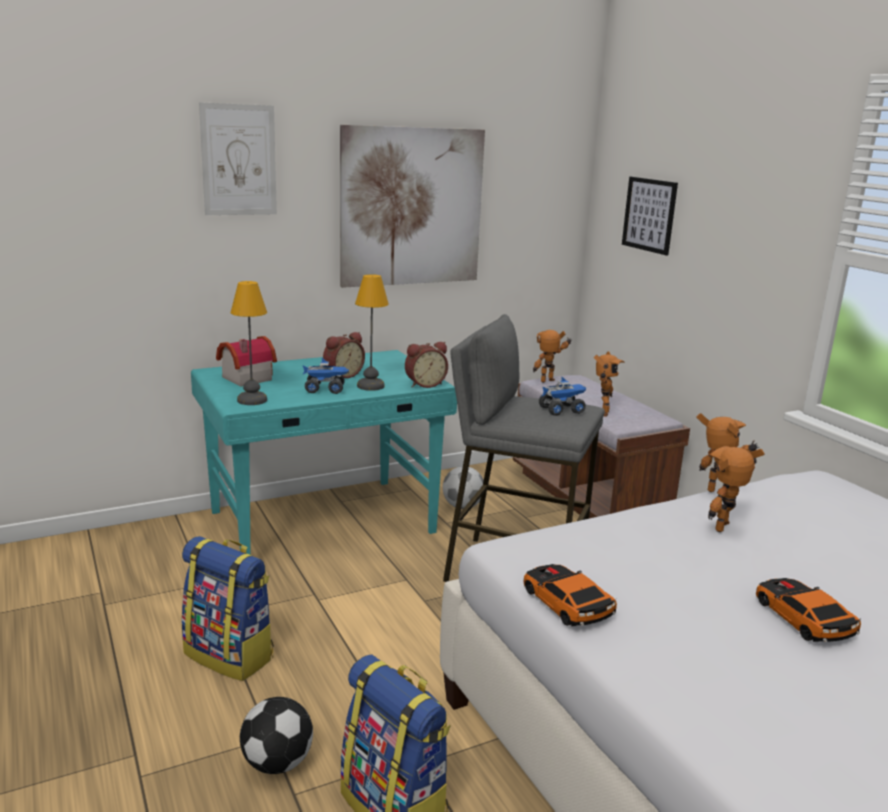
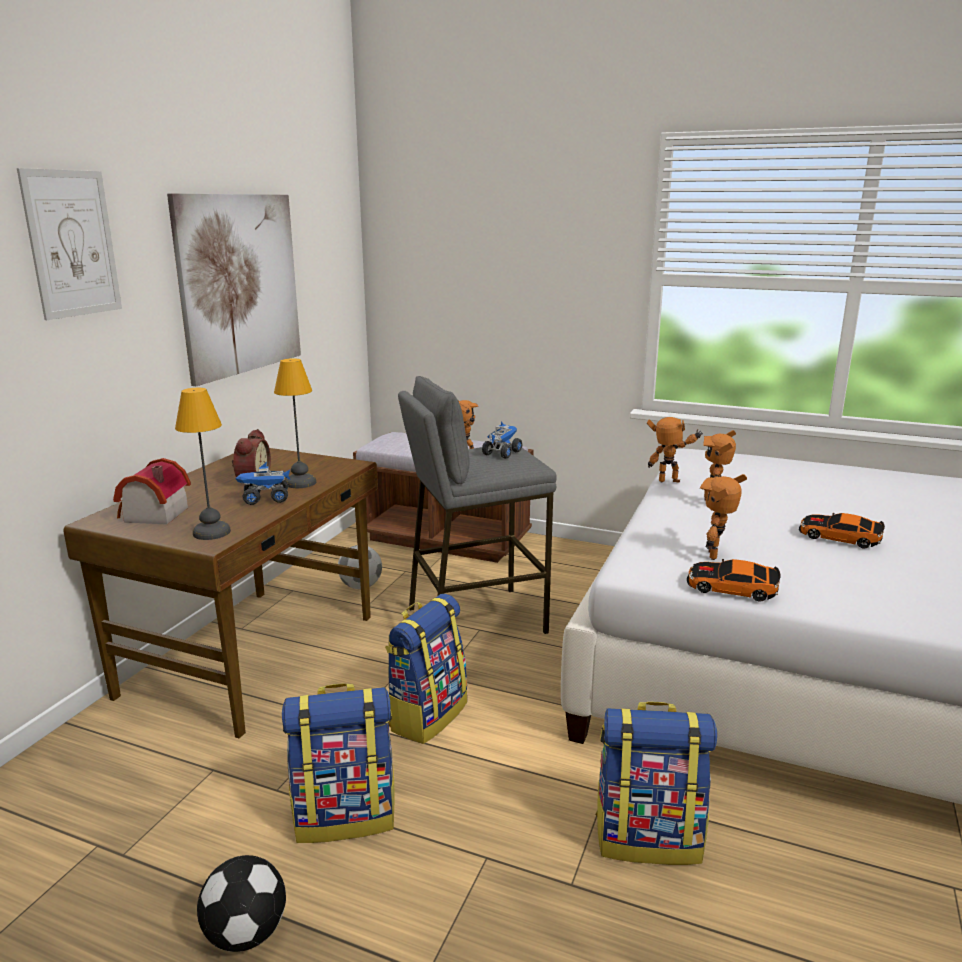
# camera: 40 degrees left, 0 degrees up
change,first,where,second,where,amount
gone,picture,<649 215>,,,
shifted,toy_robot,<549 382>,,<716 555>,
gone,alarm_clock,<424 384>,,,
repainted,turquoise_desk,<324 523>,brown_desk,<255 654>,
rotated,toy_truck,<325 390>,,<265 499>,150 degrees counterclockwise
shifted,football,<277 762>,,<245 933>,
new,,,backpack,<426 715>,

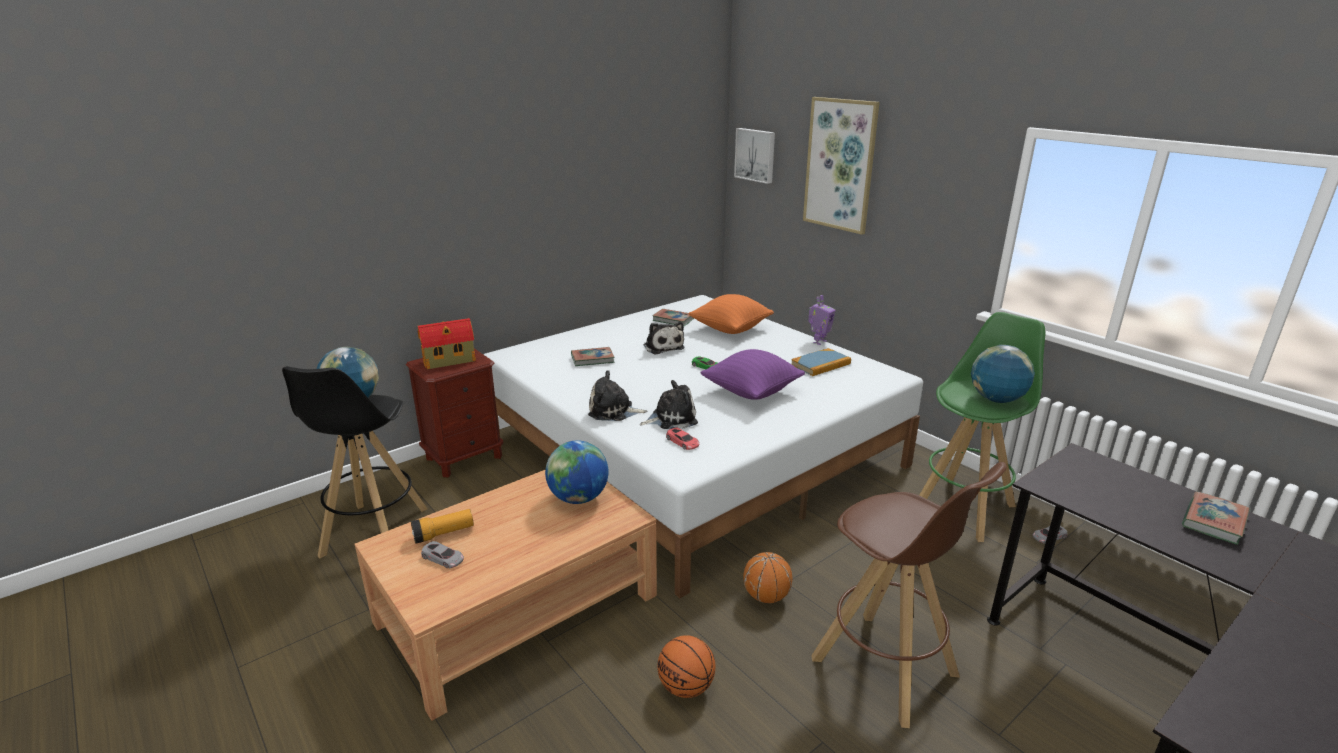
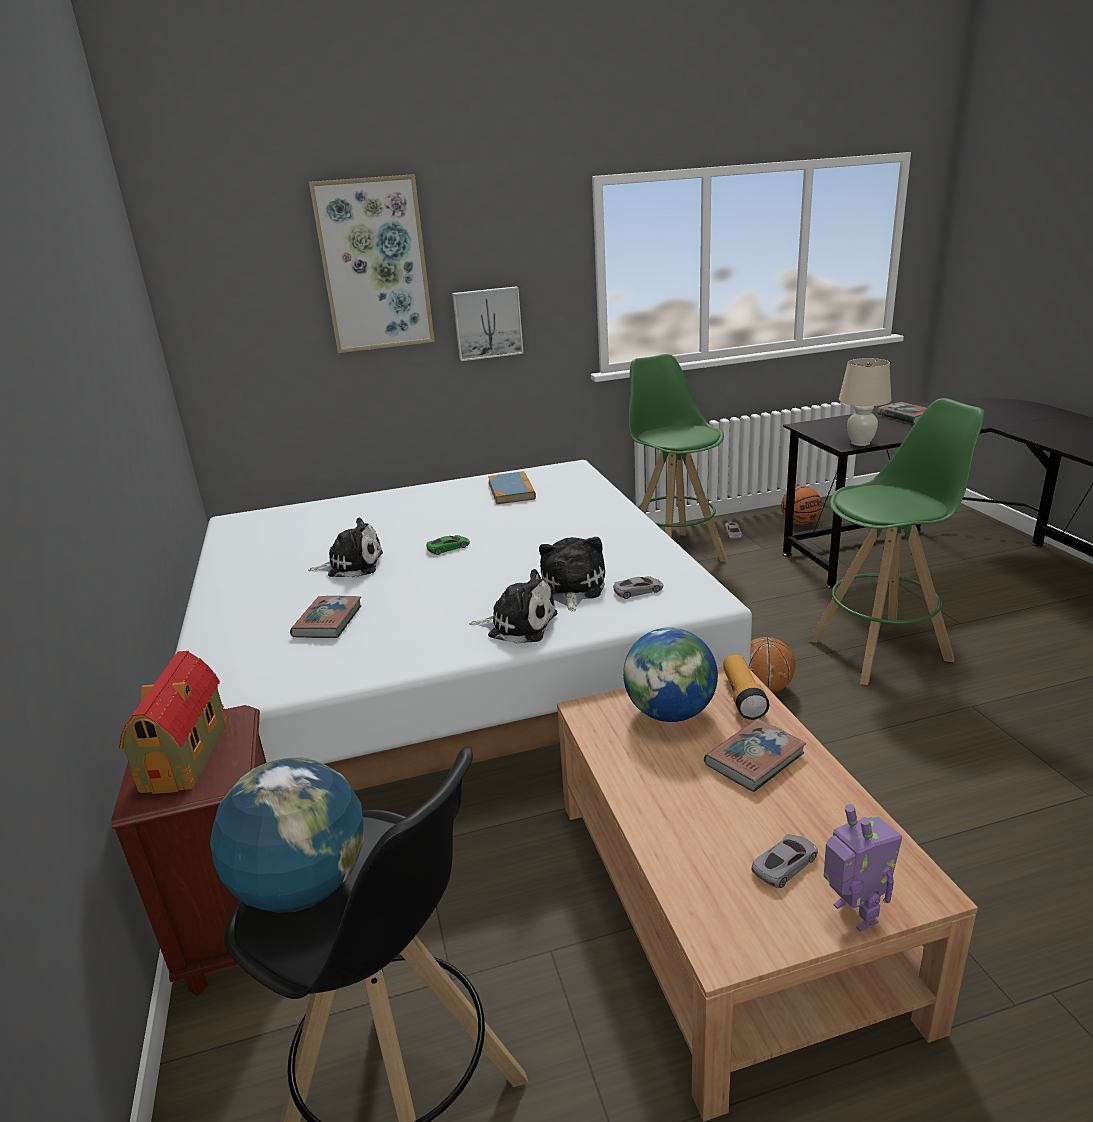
# camera: 65 degrees left, 0 degrees up
change,first,where,second,where,amount
shifted,picture,<756 155>,,<487 323>,
gone,orange_pillow,<730 329>,,,
shifted,toy_robot,<818 342>,,<853 914>,
shifted,book,<673 320>,,<754 759>,
gone,globe,<996 399>,,,
gone,purple_pillow,<751 392>,,,
rotated,plush_toy,<613 411>,,<518 625>,105 degrees counterclockwise
repainted,red_toy_car,<682 442>,grey_toy_car,<638 590>,
repainted,brown_stool,<886 668>,green_stool,<881 649>,
shifted,flashlight,<443 534>,,<743 697>,
shifted,basketball,<686 687>,,<800 523>,
new,,,beige_table_lamp,<860 443>,

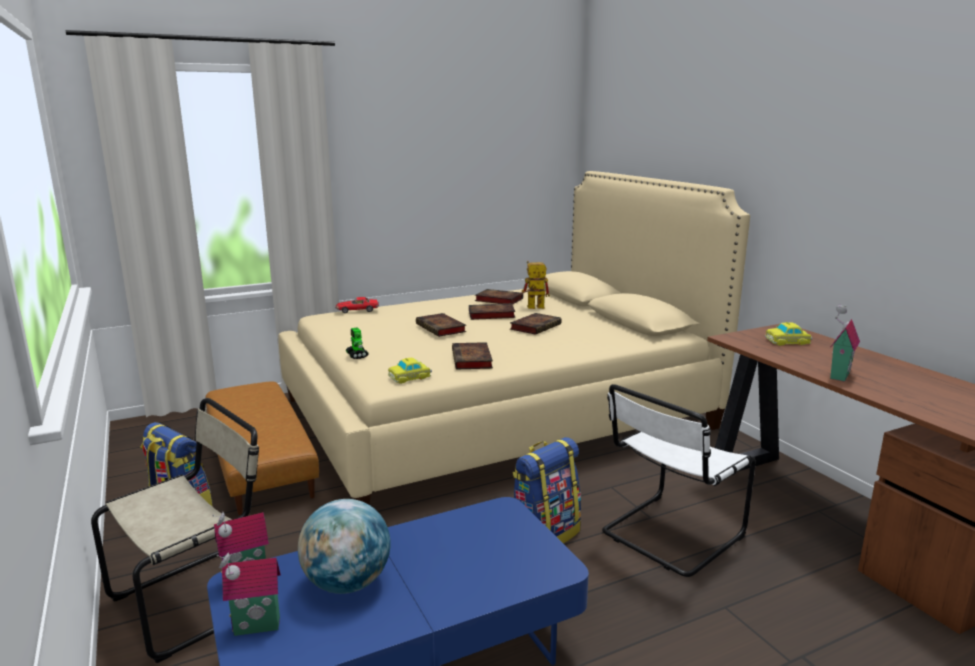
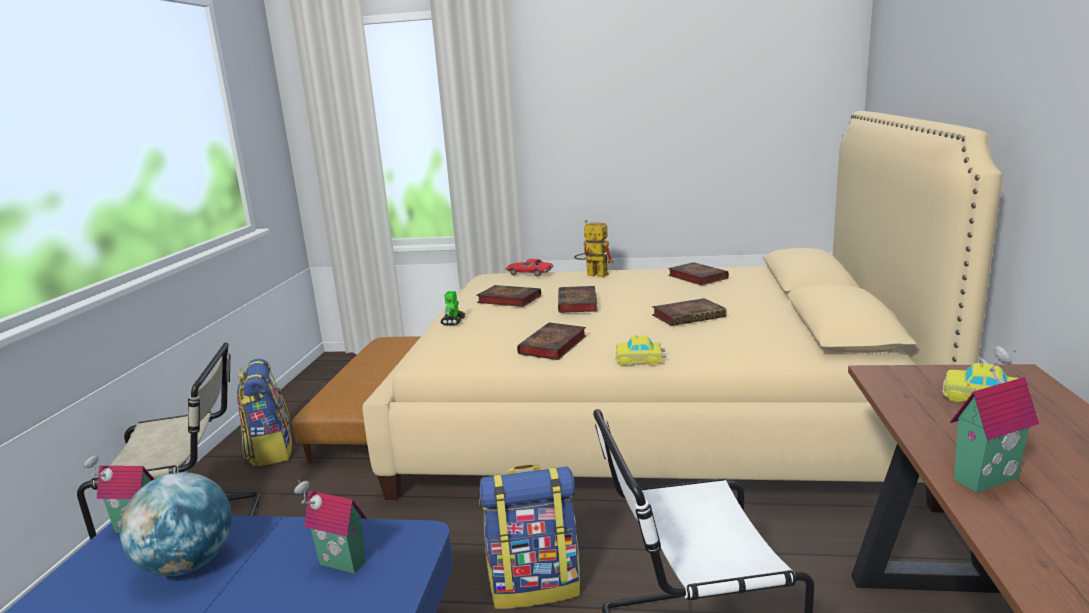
# camera: 35 degrees right, 0 degrees up
change,first,where,second,where,amount
shifted,toy_robot,<531 308>,,<592 275>,
shifted,book,<490 315>,,<507 300>,
shifted,toy_car,<410 377>,,<640 359>,
shifted,toy_house,<256 628>,,<340 565>,

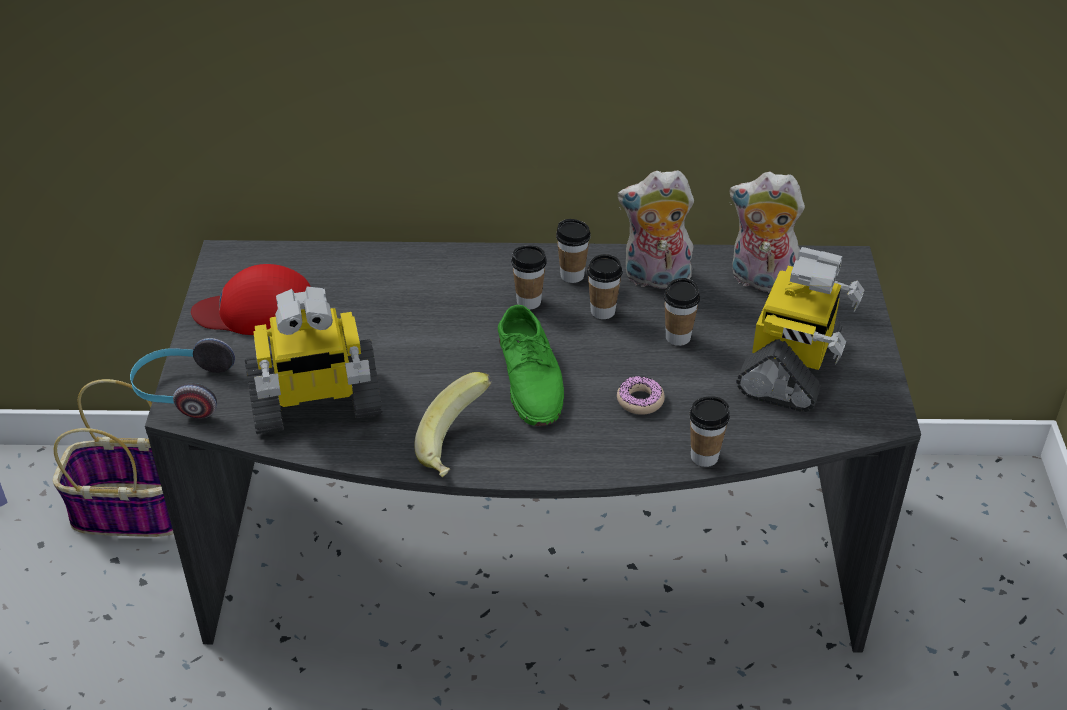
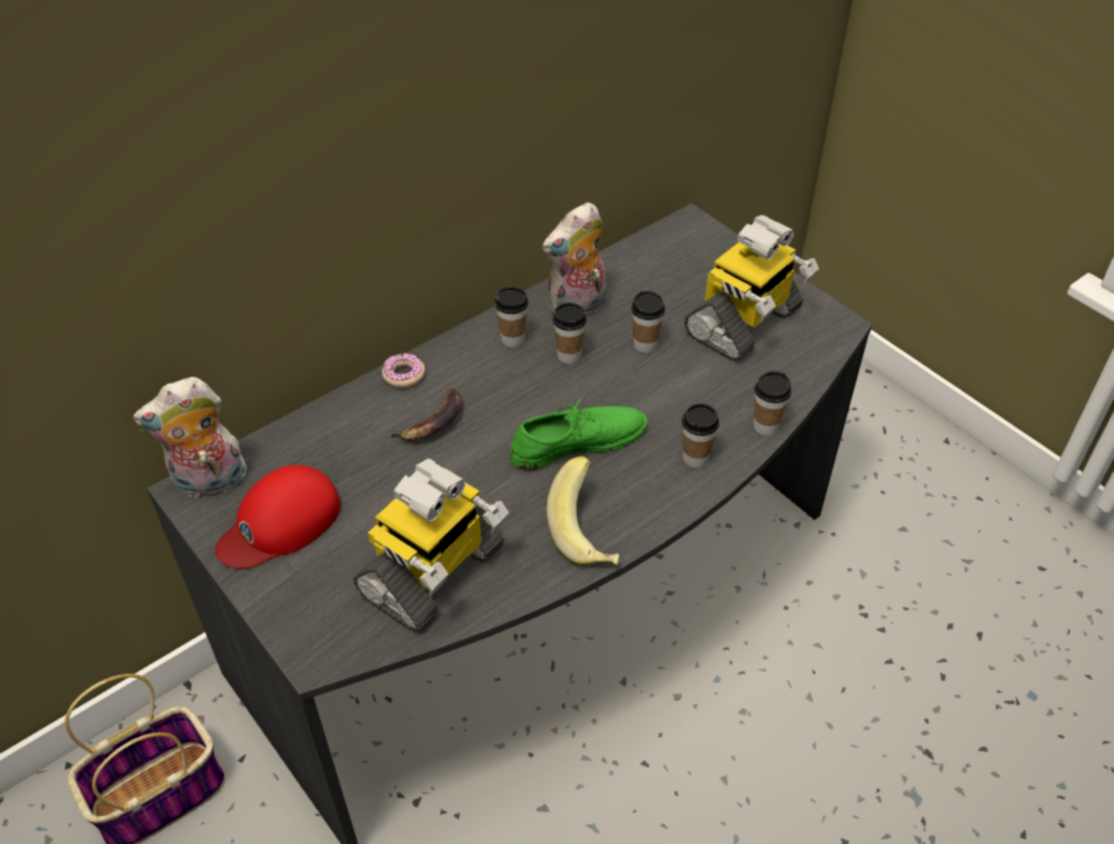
# camera: 40 degrees left, 5 degrees up
change,first,where,second,where,amount
shifted,plush_toy,<760 281>,,<209 483>,
shifted,cup,<529 301>,,<695 458>,
rotated,toy_robot,<791 367>,,<744 323>,60 degrees clockwise
rotated,green_shoe,<531 377>,,<578 441>,60 degrees counterclockwise
gone,headphones,<182 391>,,,
shifted,donut,<640 400>,,<404 375>,
new,,,banana,<432 422>,

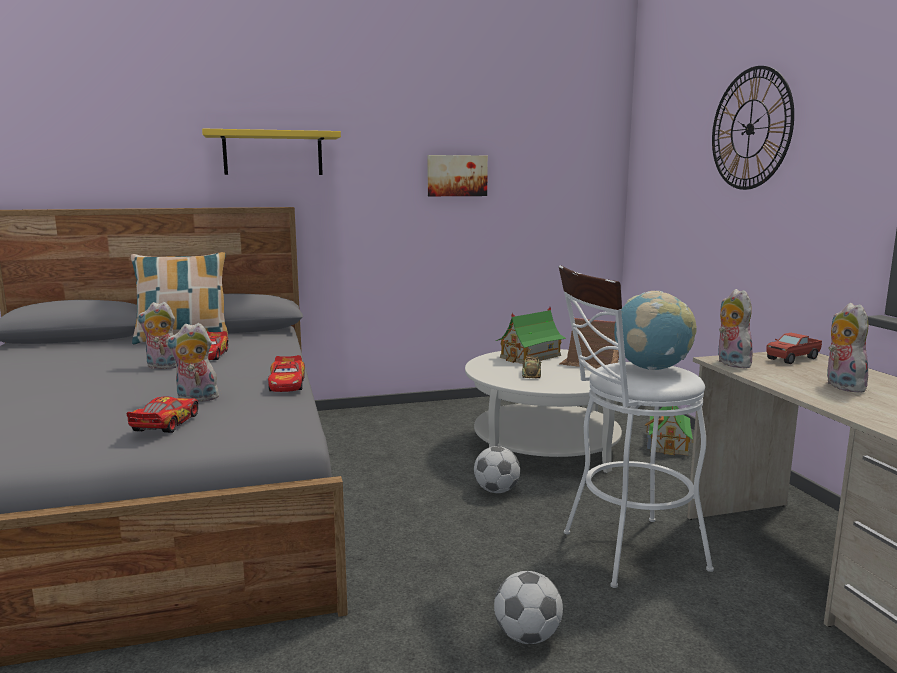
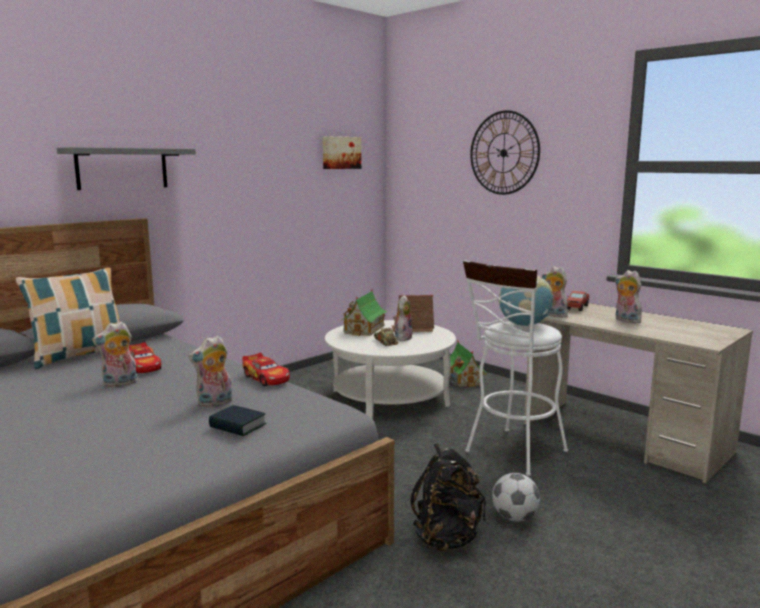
# camera: 30 degrees left, 0 degrees up
change,first,where,second,where,amount
repainted,yellow_shelf,<273 153>,grey_shelf,<122 168>,
shifted,picture,<456 175>,,<341 152>,
swapped,toy_car,<165 424>,book,<237 426>,
gone,football,<496 491>,,,
new,,,plush_toy,<402 337>,
new,,,black_backpack,<447 538>,

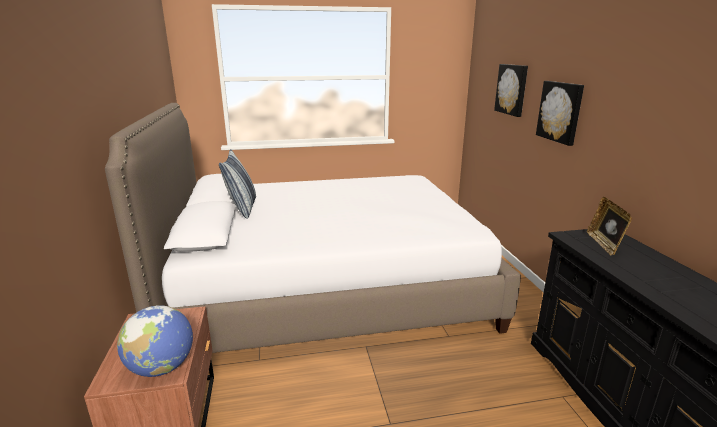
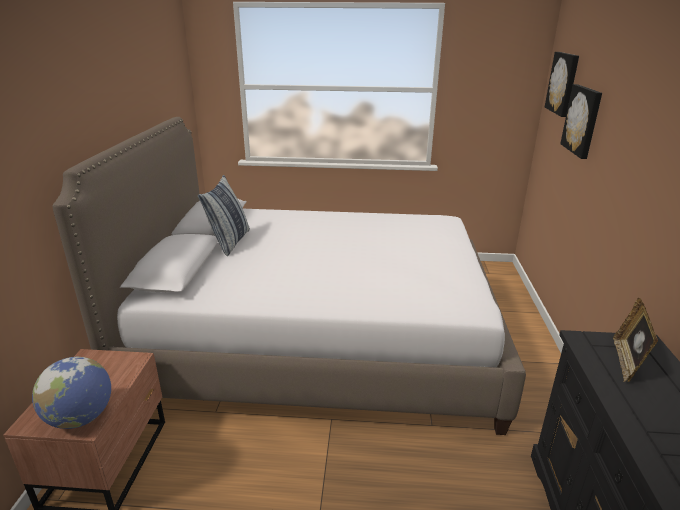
# camera: 15 degrees right, 5 degrees up
change,first,where,second,where,amount
shifted,picture,<560 112>,,<563 83>,

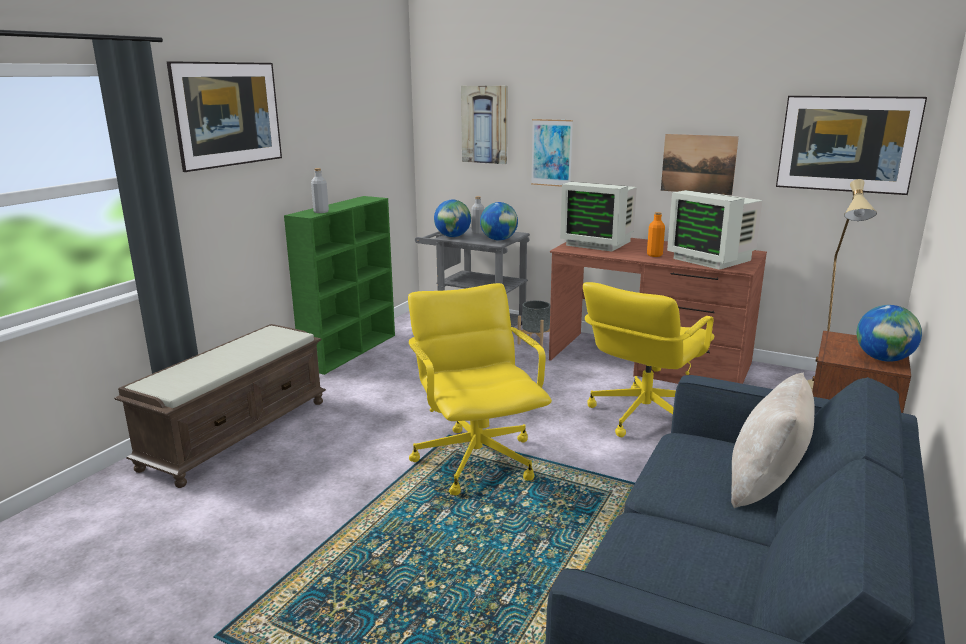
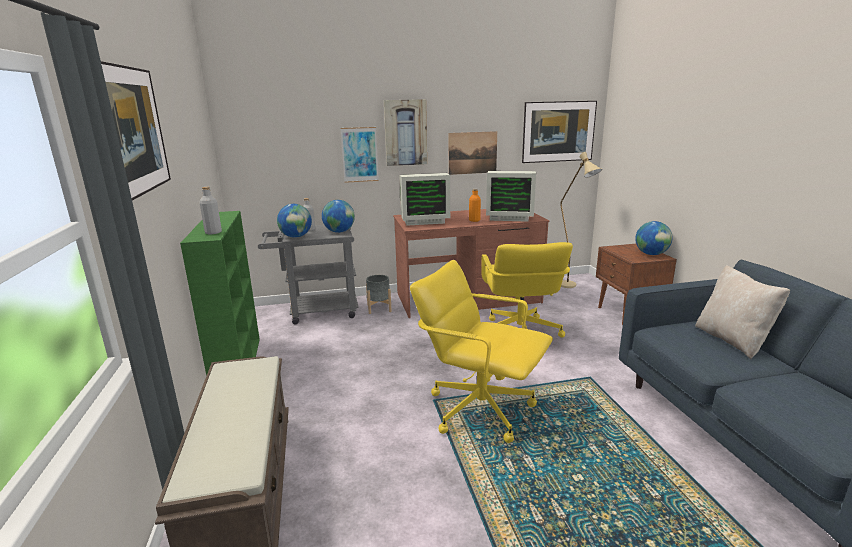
# camera: 40 degrees left, 0 degrees up
change,first,where,second,where,amount
shifted,picture,<485 124>,,<405 132>,

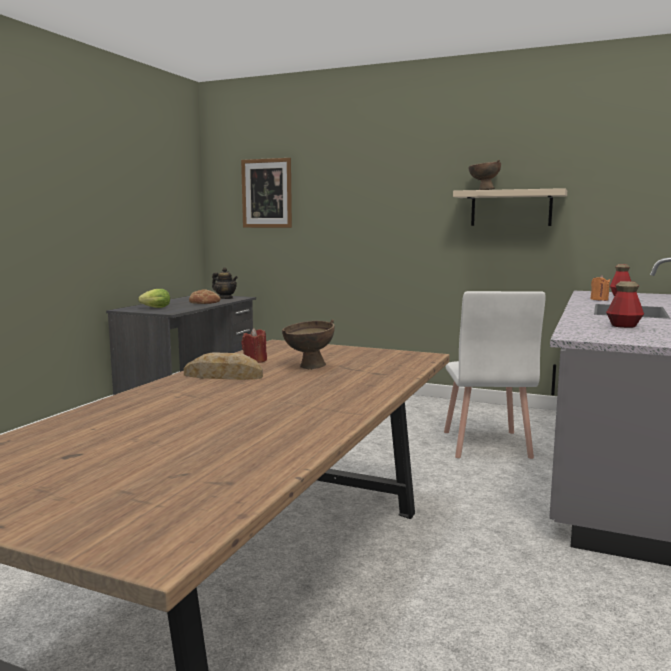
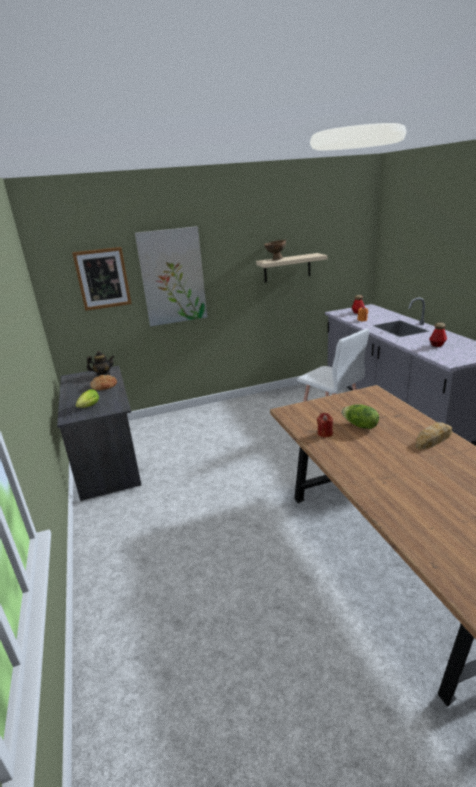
# camera: 40 degrees left, 15 degrees up
change,first,where,second,where,amount
swapped,brown_bowl,<307 367>,lettuce,<360 426>,
shifted,bread,<223 376>,,<433 439>,
new,,,picture,<172 277>,

